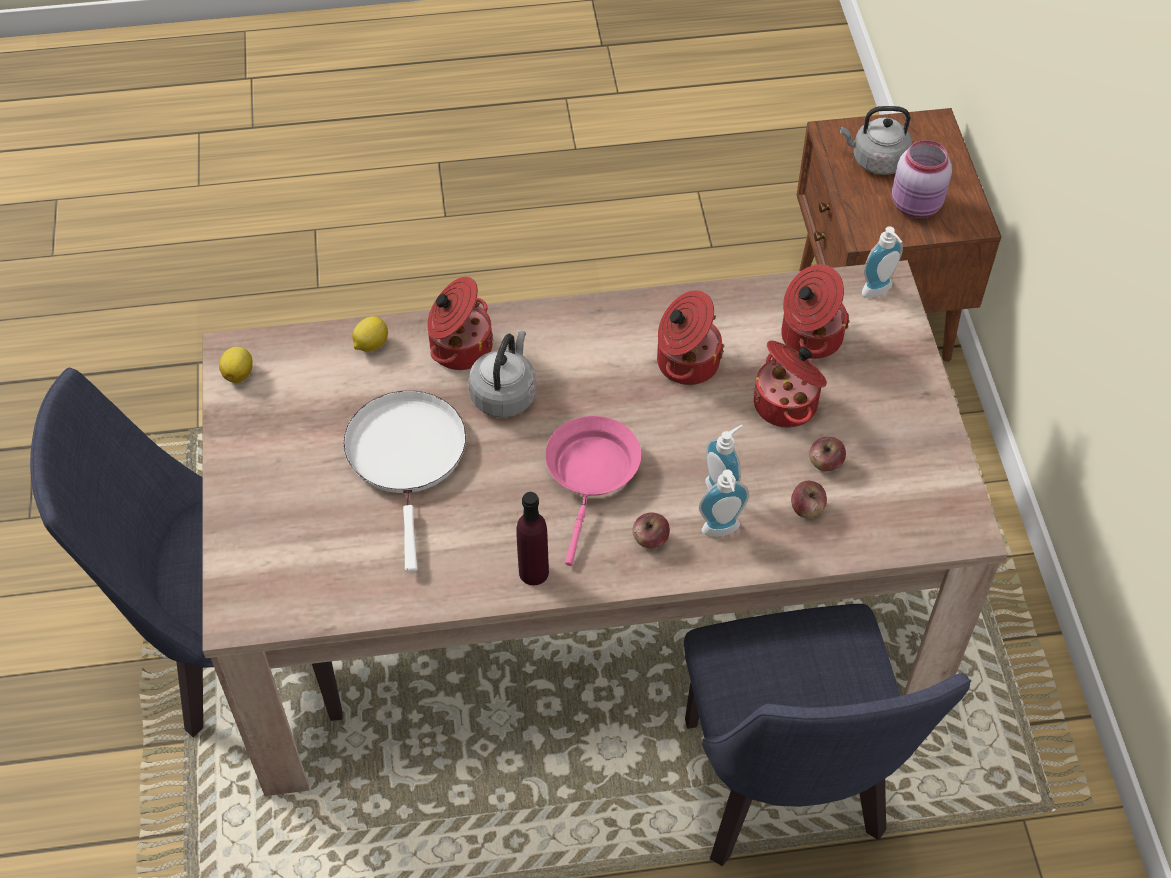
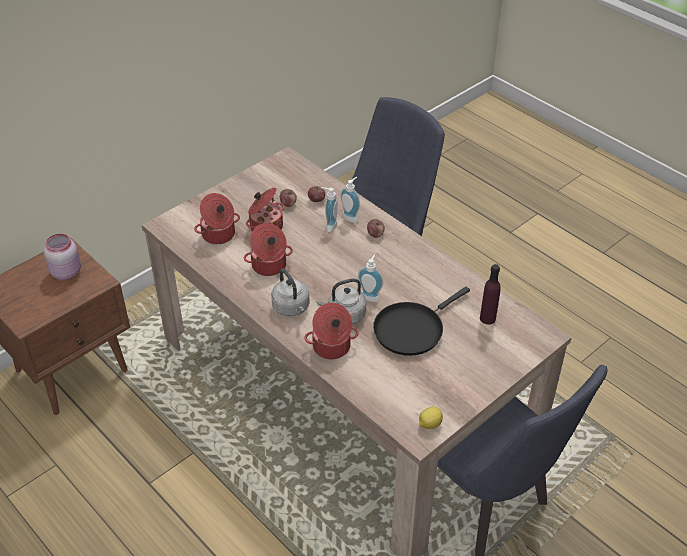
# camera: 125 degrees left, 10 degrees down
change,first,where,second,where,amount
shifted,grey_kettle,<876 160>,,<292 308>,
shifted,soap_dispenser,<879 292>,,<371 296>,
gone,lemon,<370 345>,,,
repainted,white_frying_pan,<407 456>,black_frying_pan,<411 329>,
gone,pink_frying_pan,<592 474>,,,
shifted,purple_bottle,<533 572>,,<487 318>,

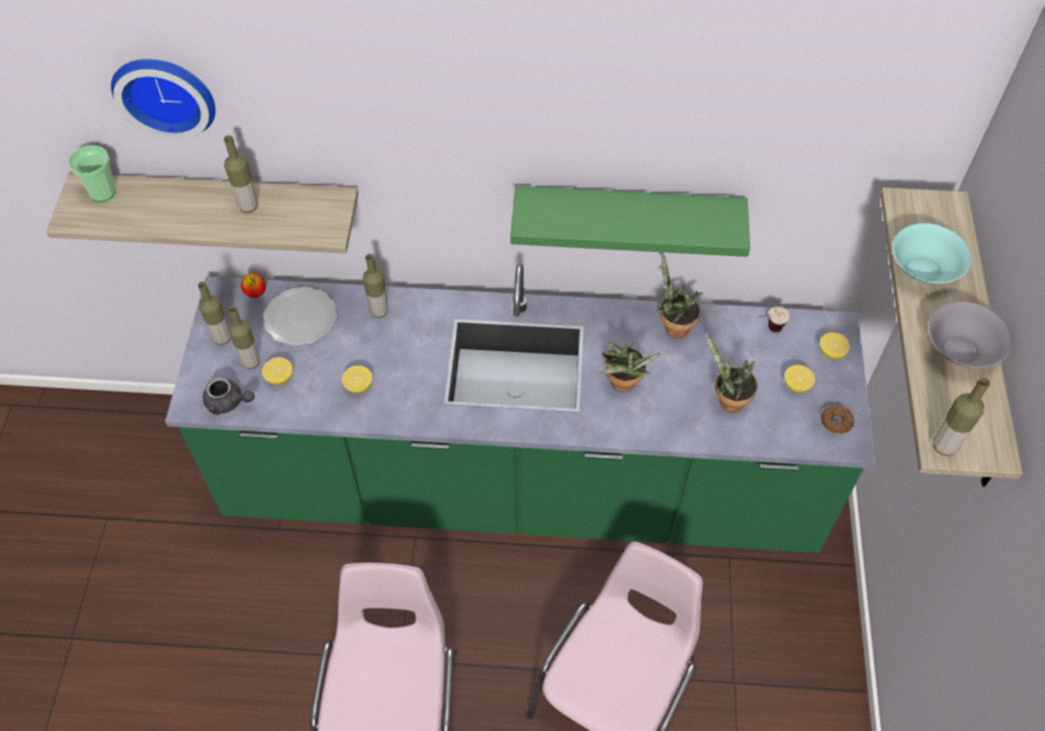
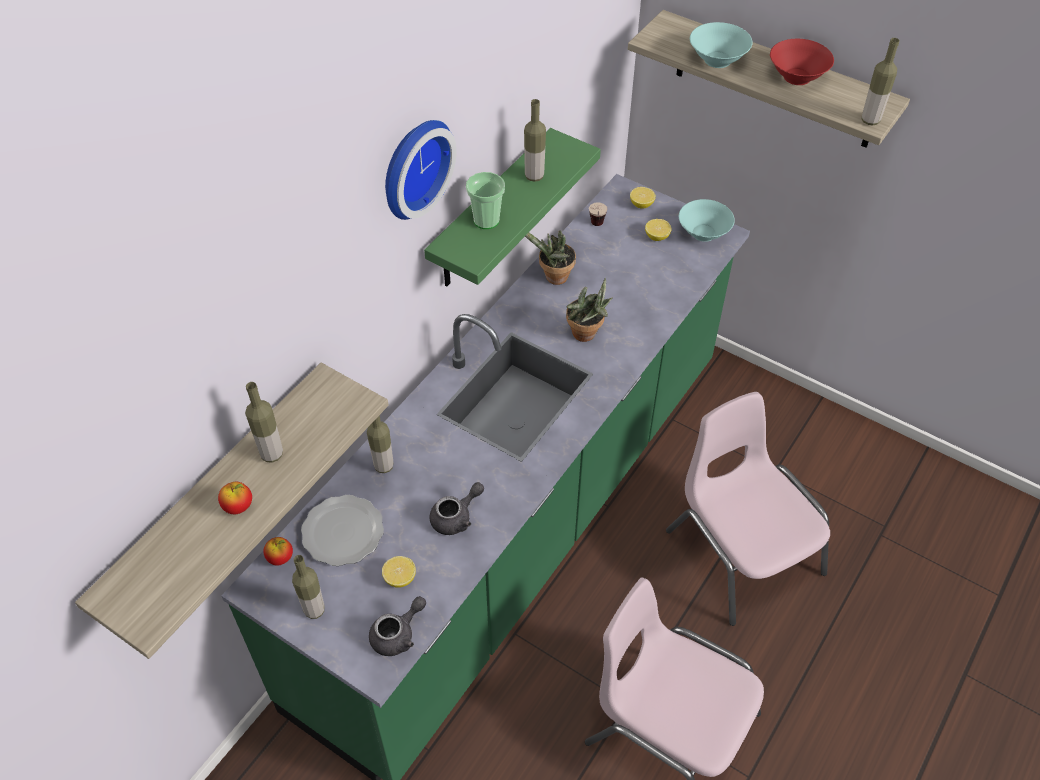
# camera: 60 degrees left, 5 degrees down
change,first,where,second,where,amount
shifted,wall_clock,<166 92>,,<412 166>,
shifted,cup,<102 192>,,<486 220>,
repainted,grey_bowl,<959 350>,red_bowl,<796 77>,
shifted,bottle,<251 362>,,<534 176>,
gone,potted_plant,<727 401>,,,
swapped,lemon,<358 386>,grey_teapot,<456 517>,
swapped,donut,<836 422>,turquoise_bowl,<703 232>,
new,,,apple,<238 507>,

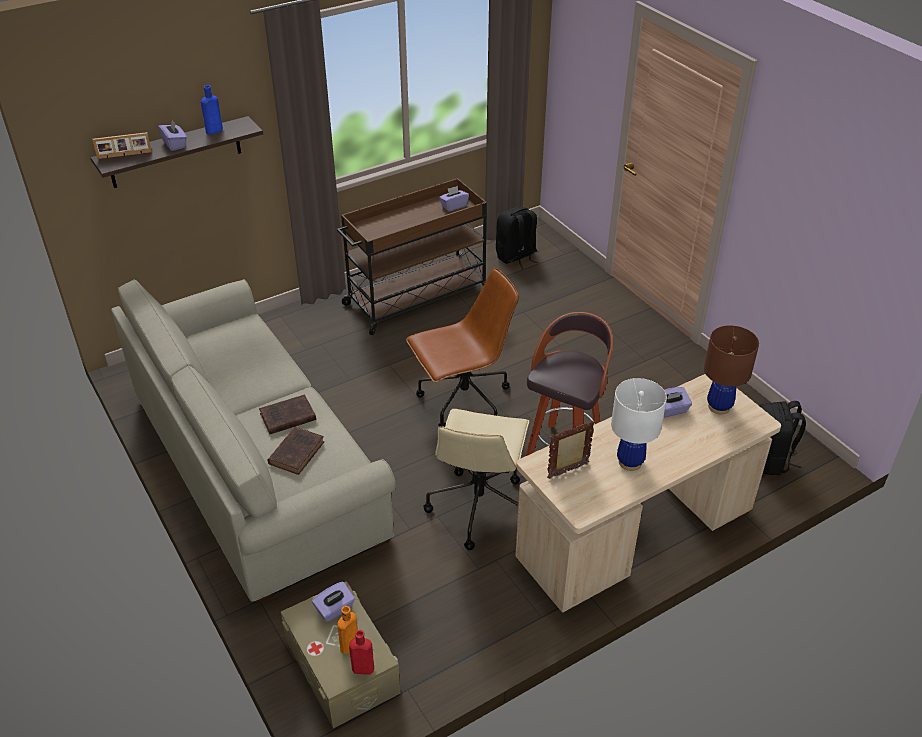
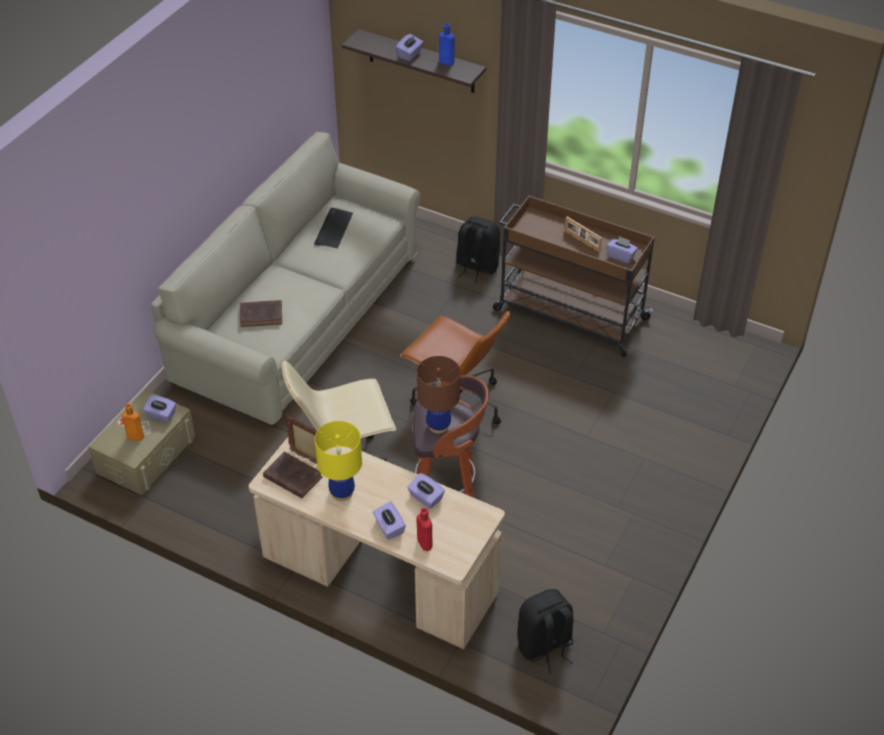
# camera: 60 degrees right, 5 degrees up
change,first,where,second,where,amount
shifted,picture_frame,<124 155>,,<581 241>,
shifted,black_backpack,<516 257>,,<476 267>,
shifted,brown_table_lamp,<719 407>,,<438 426>,
repainted,white_table_lamp,<629 462>,yellow_table_lamp,<342 492>,
shifted,brown_book,<286 417>,,<291 477>,
shifted,red_bottle,<361 669>,,<424 542>,
new,,,keyboard,<333 229>,
new,,,purple_tissue_box,<389 527>,

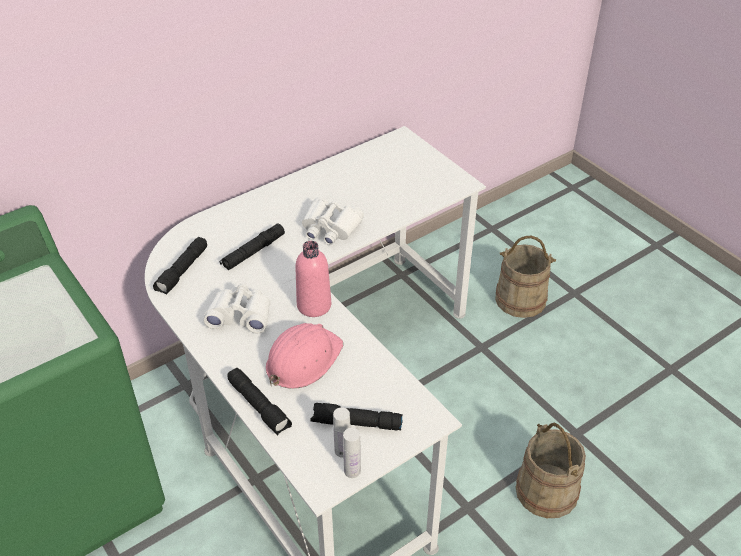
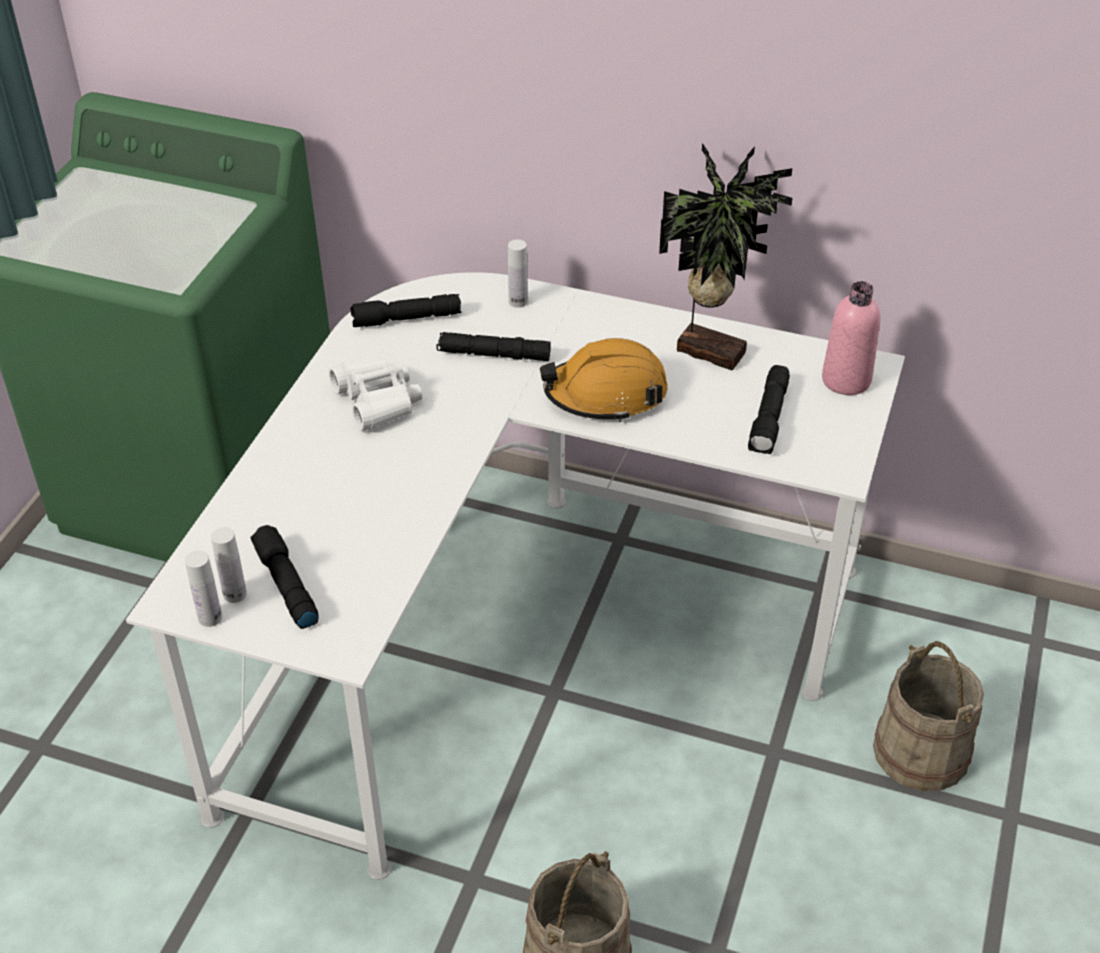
# camera: 55 degrees right, 0 degrees up
change,first,where,second,where,amount
swapped,white_binoculars,<330 228>,orange_hard_hat,<605 394>,
shifted,pink_bottle,<314 305>,,<846 380>,
gone,pink_hard_hat,<303 360>,,,
shifted,black_flashlight,<259 406>,,<770 419>,
new,,,potted_plant,<711 349>,
new,,,white_bottle,<518 301>,

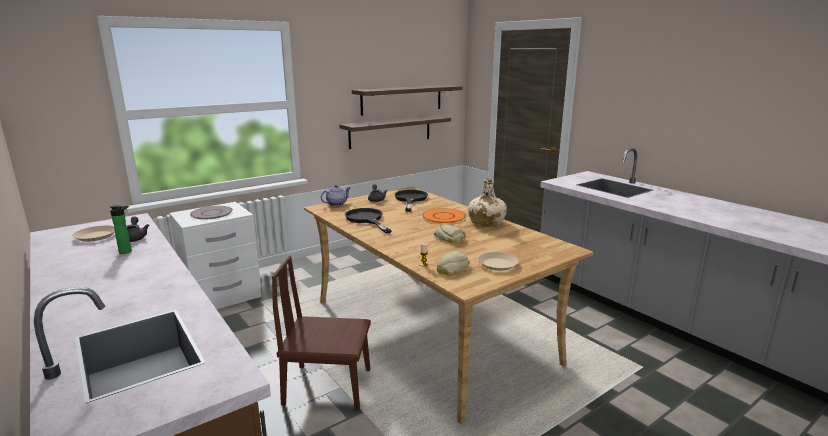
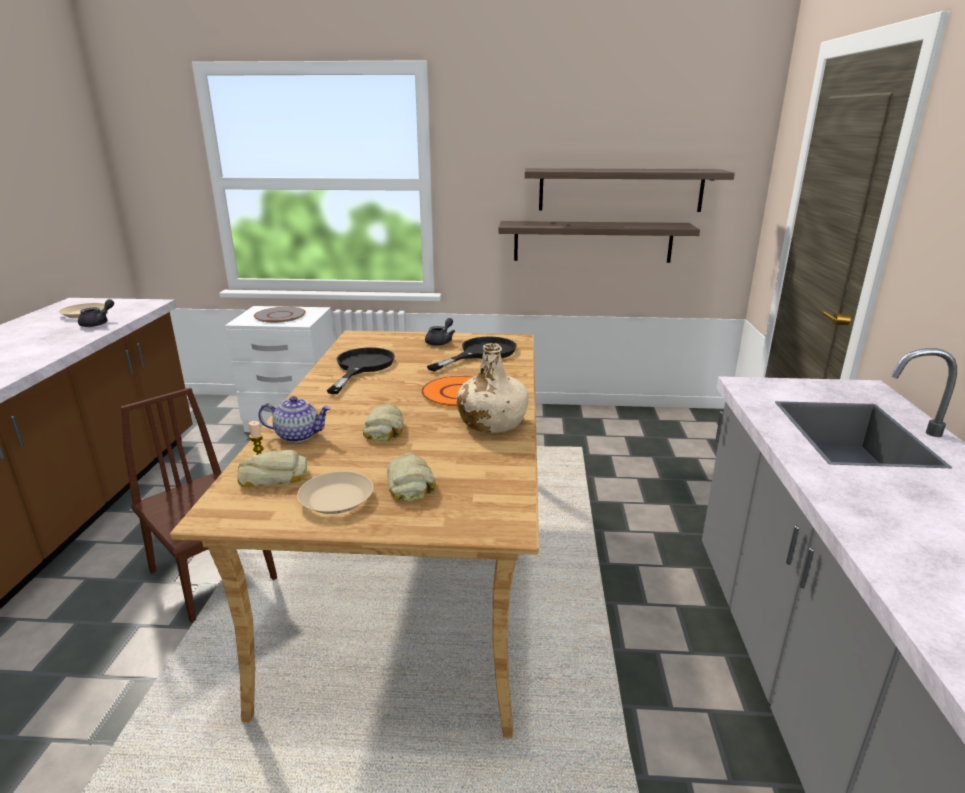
# camera: 40 degrees right, 5 degrees up
change,first,where,second,where,amount
shifted,teapot,<336 204>,,<298 435>,
gone,bottle,<127 252>,,,
new,,,bread,<411 483>,

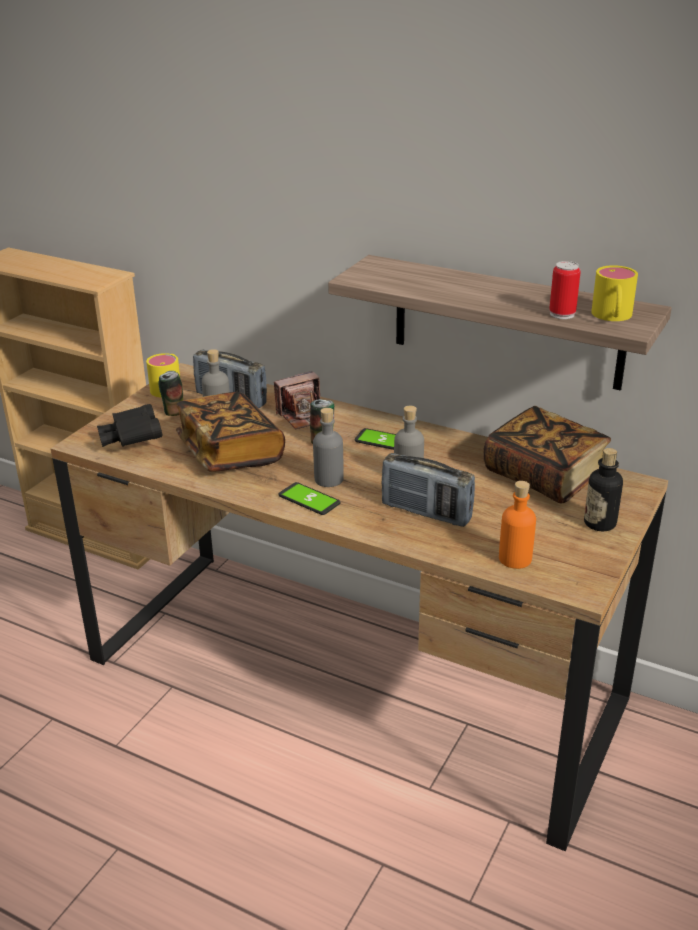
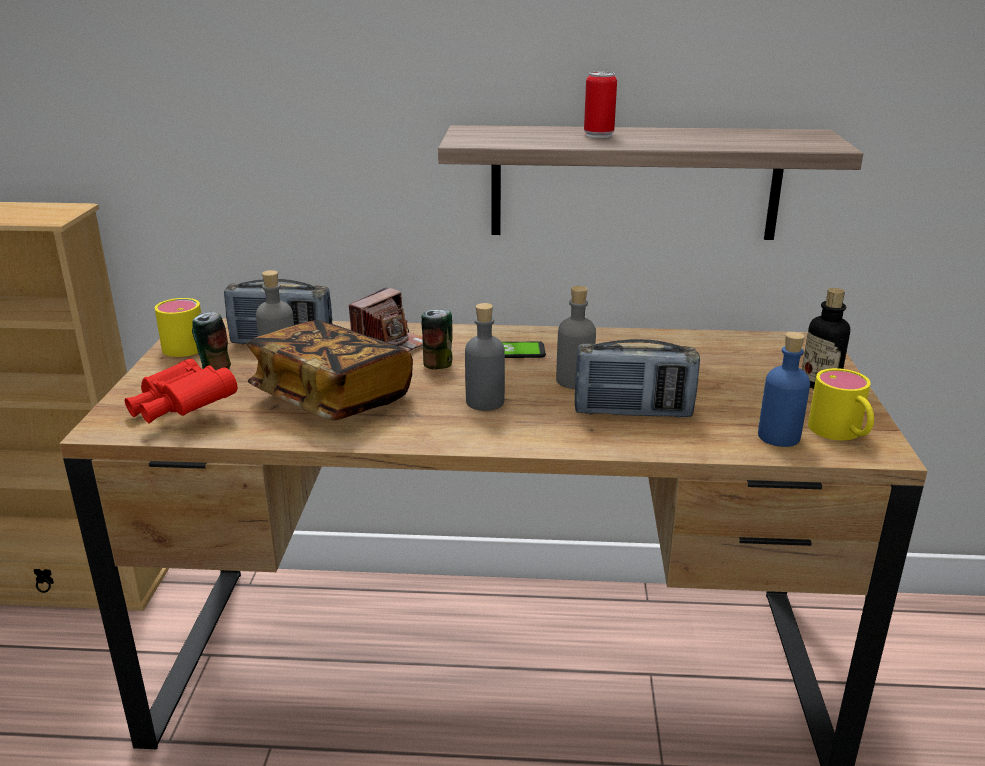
# camera: 25 degrees left, 5 degrees down
change,first,where,second,where,amount
shifted,can,<562 314>,,<598 135>,
shifted,yellow_mug,<612 317>,,<841 433>,
repainted,black_binoculars,<132 441>,red_binoculars,<181 411>,
gone,book,<544 475>,,,
repainted,orange_bottle,<515 559>,blue_bottle,<778 436>,
gone,phone,<309 500>,,,

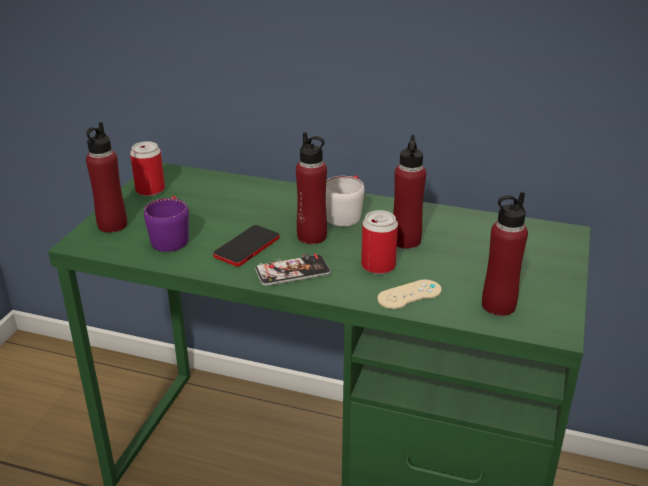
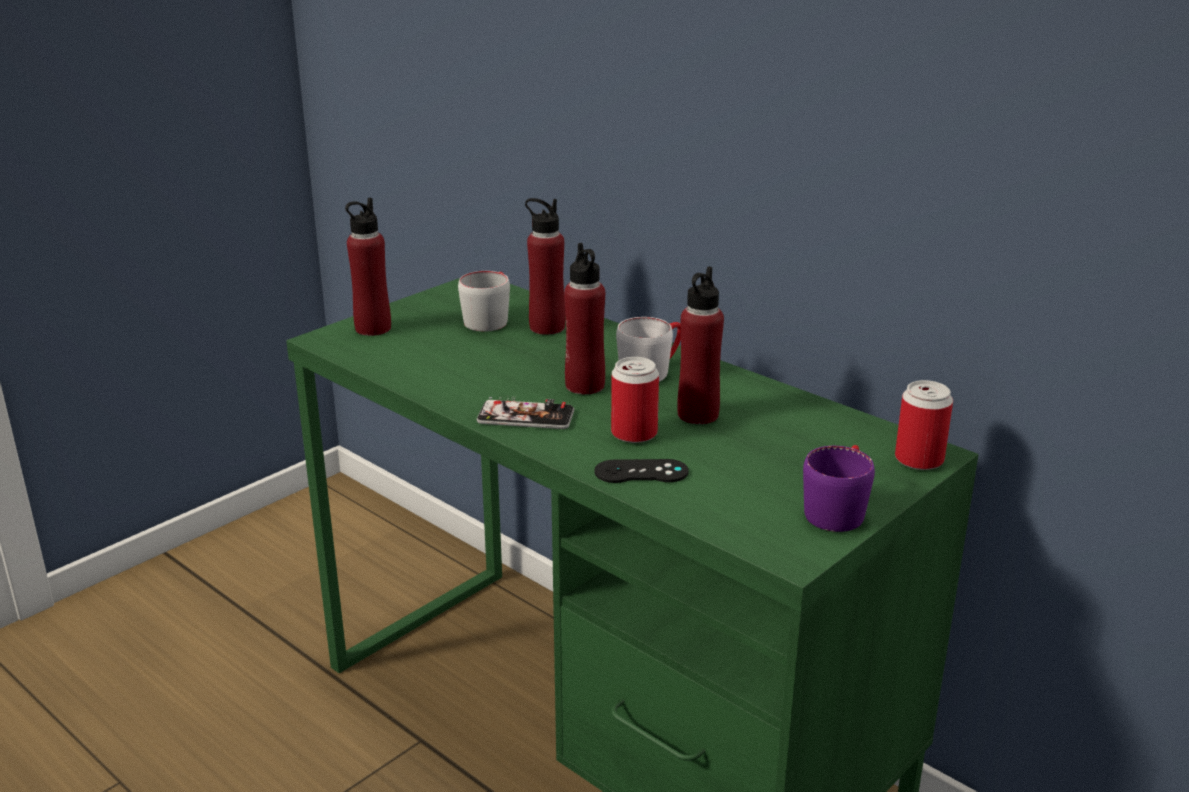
# camera: 25 degrees right, 5 degrees down
change,first,where,second,where,amount
shifted,can,<150 190>,,<919 460>,
shifted,red_bottle,<498 305>,,<547 327>,
shifted,purple_mug,<171 237>,,<837 508>,
gone,phone,<247 247>,,,
repainted,beige_game_controller,<409 295>,black_game_controller,<641 472>,
new,,,grey_mug,<489 318>,

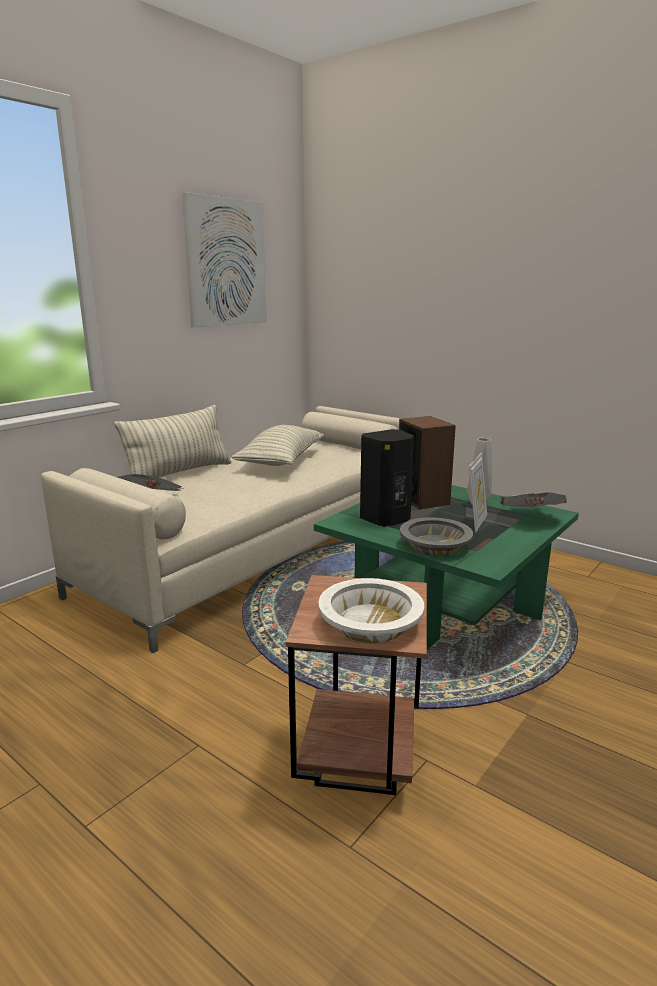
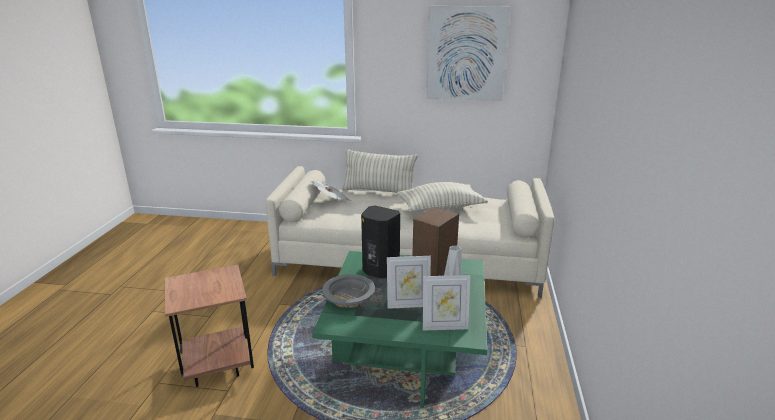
# camera: 60 degrees right, 5 degrees up
change,first,where,second,where,amount
swapped,newspaper,<530 518>,picture_frame,<444 326>,
gone,white_bowl,<371 623>,,,

